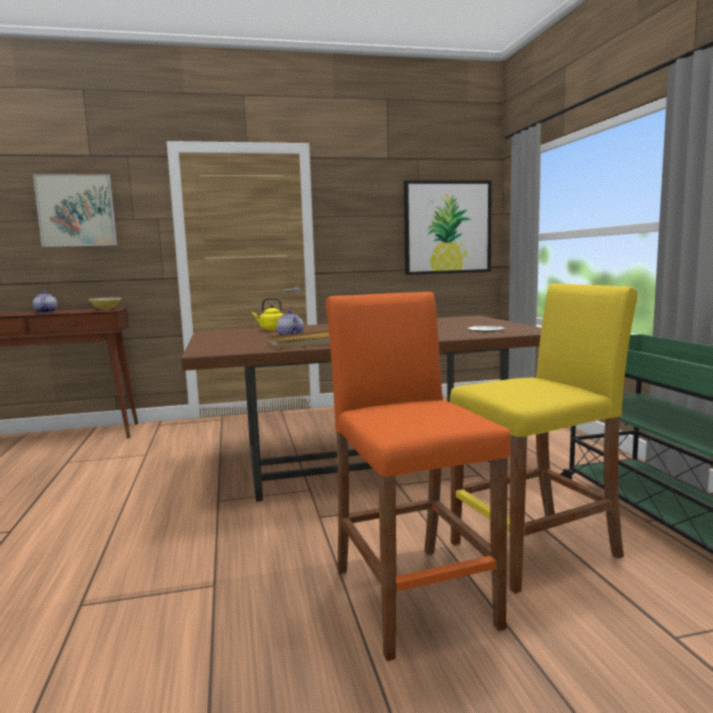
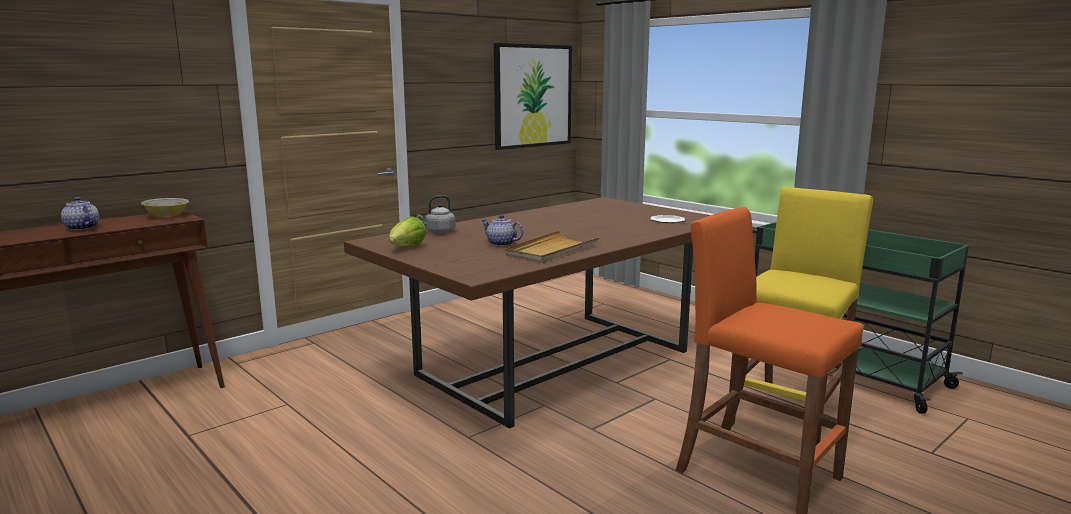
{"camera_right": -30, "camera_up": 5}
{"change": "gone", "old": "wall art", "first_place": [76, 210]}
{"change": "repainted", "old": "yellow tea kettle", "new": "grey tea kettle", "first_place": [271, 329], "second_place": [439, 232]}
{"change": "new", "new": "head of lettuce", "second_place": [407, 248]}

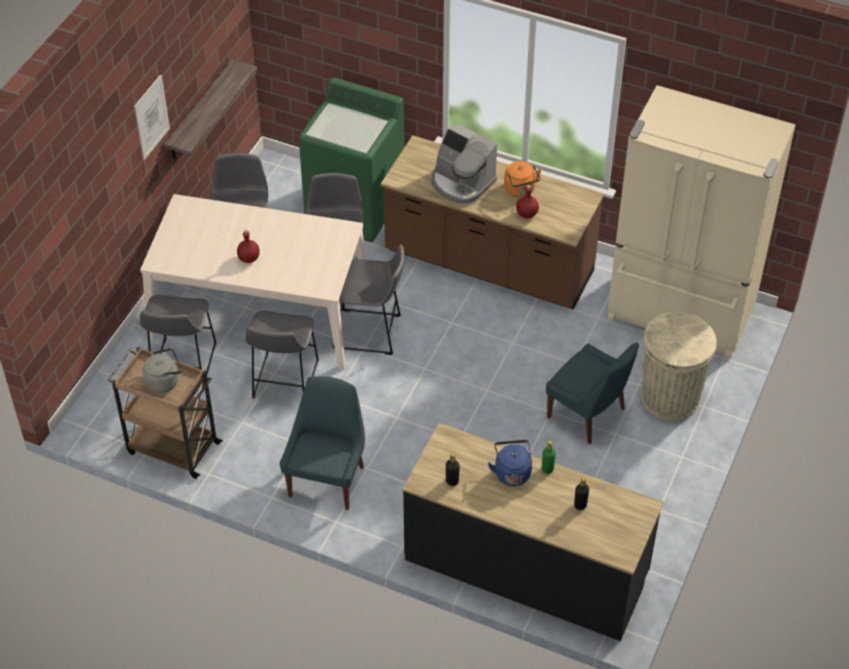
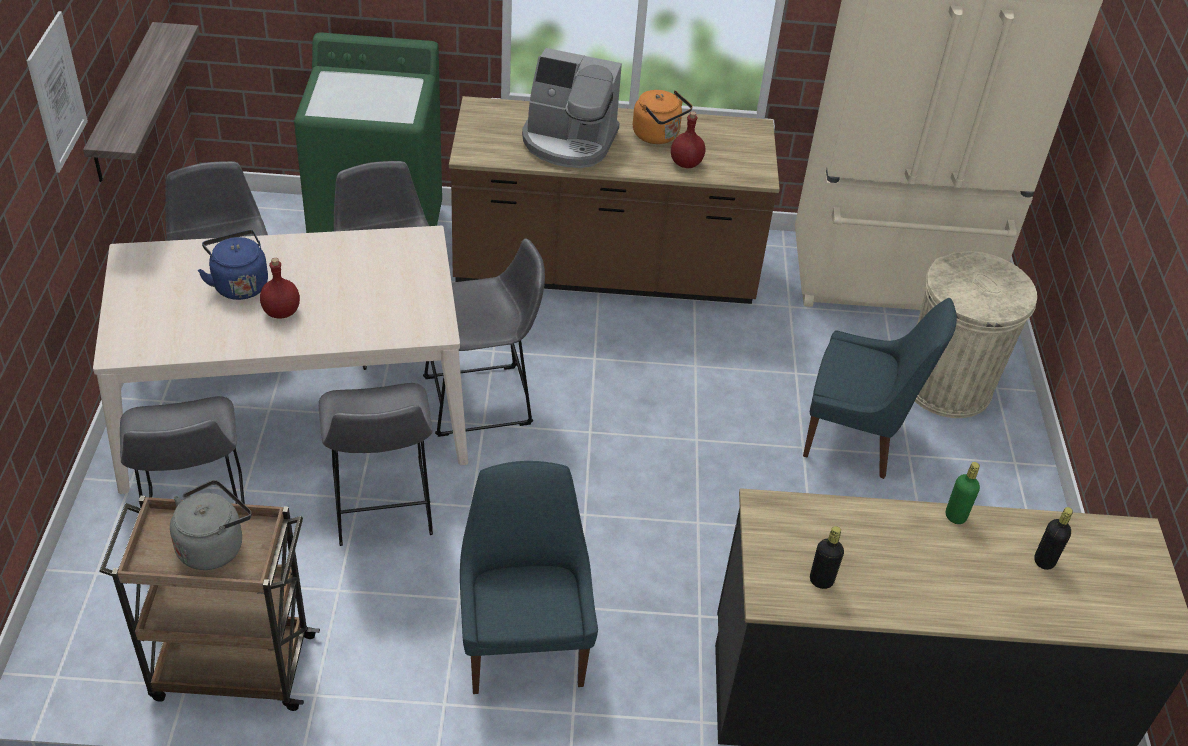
{"camera_right": -25, "camera_up": -5}
{"change": "shifted", "old": "blue-coloured tea kettle", "first_place": [512, 472], "second_place": [239, 284]}

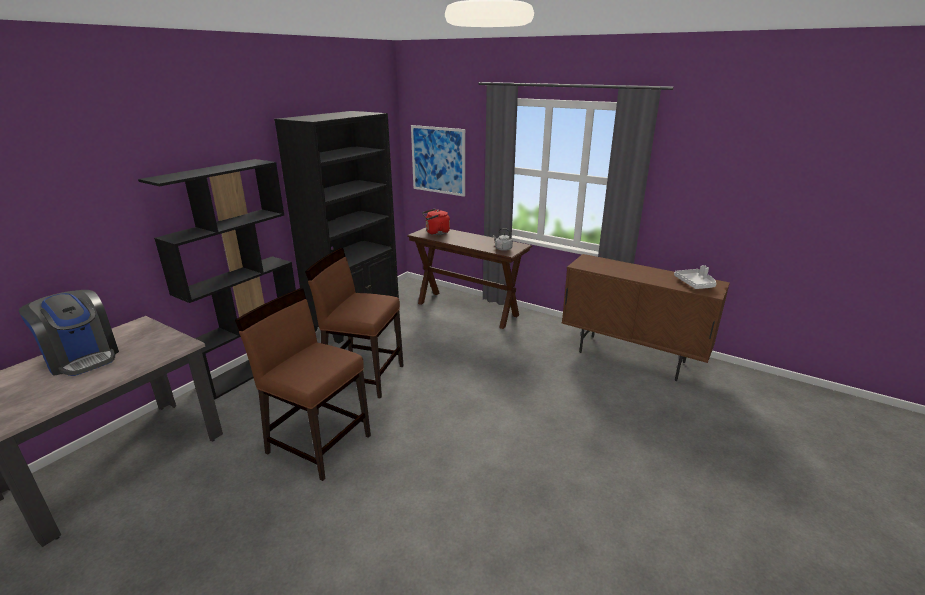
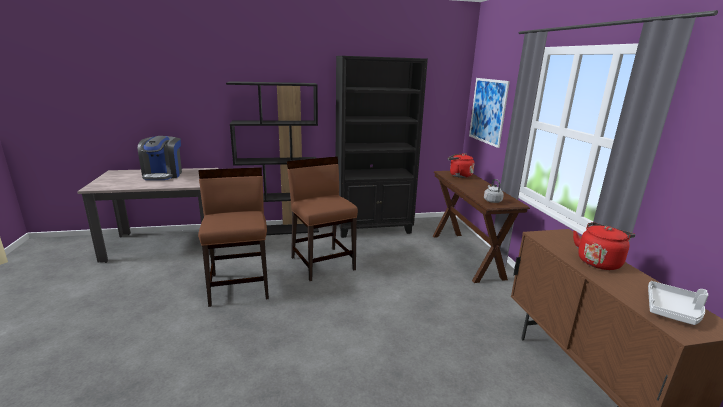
{"camera_right": 45, "camera_up": -5}
{"change": "new", "new": "red-coloured tea kettle", "second_place": [599, 261]}

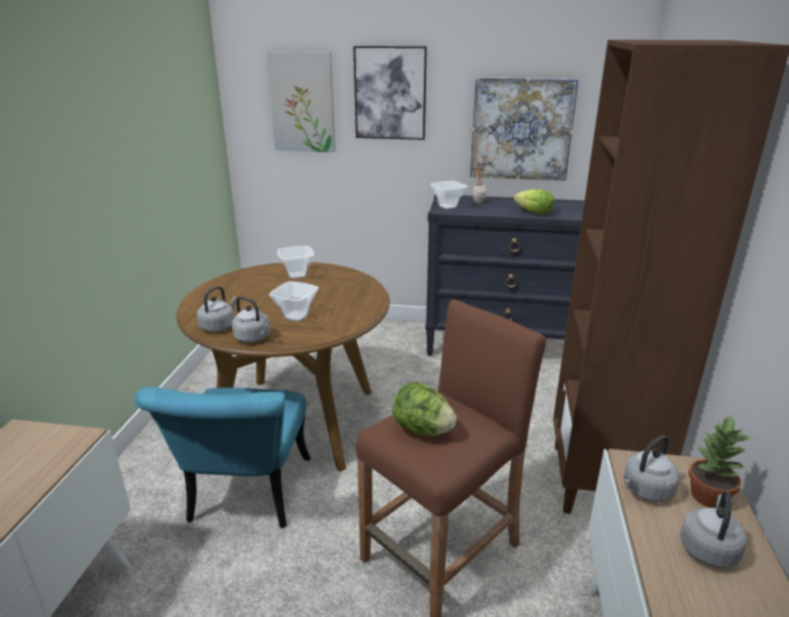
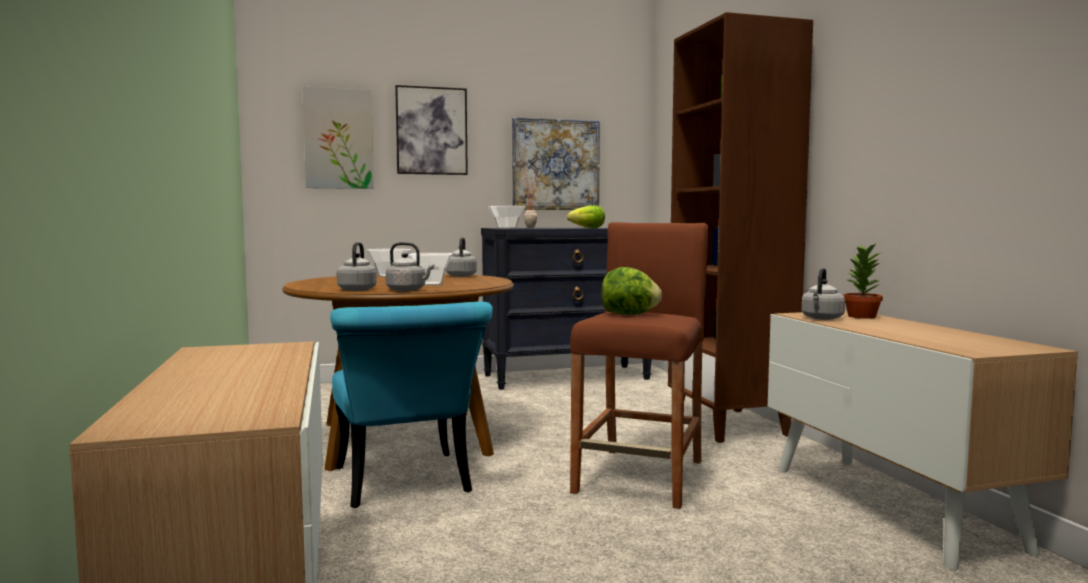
{"camera_right": -25, "camera_up": -20}
{"change": "shifted", "old": "grey tea kettle", "first_place": [708, 548], "second_place": [461, 275]}

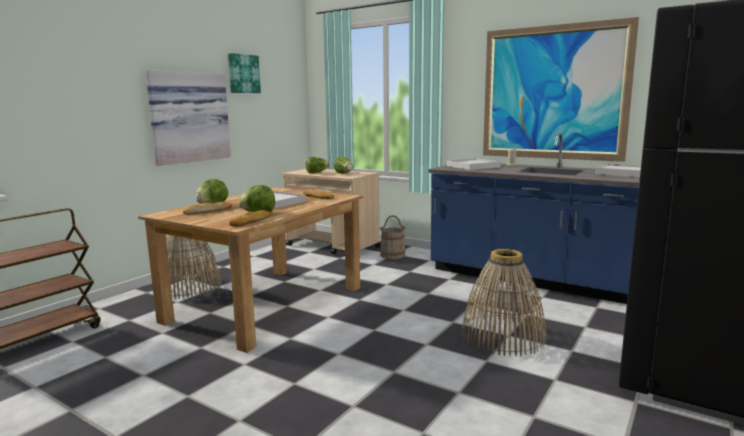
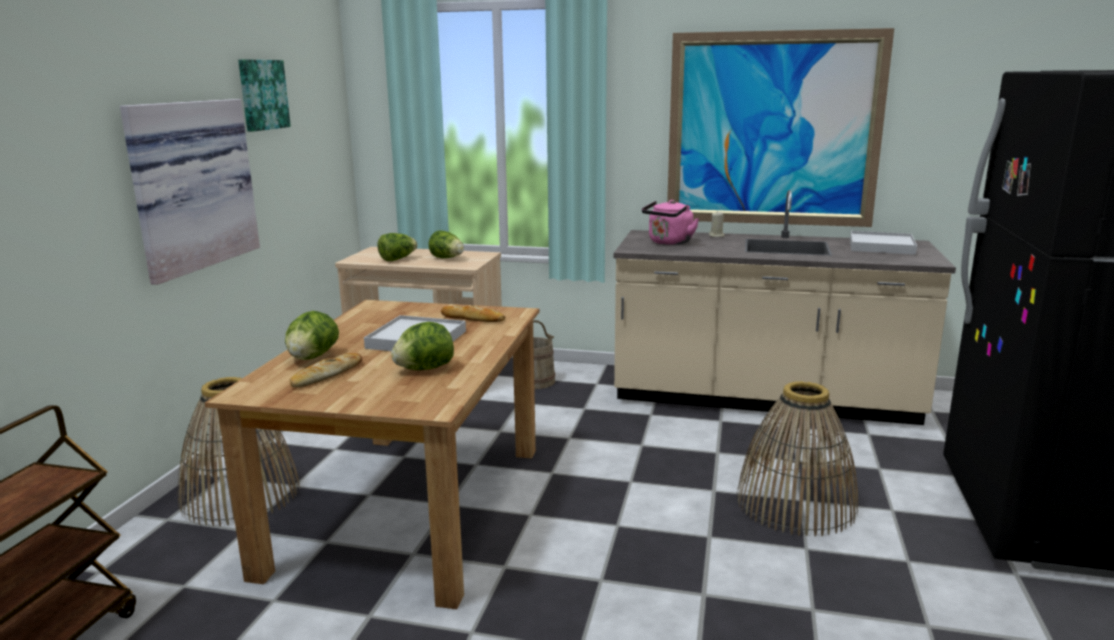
{"camera_right": -20, "camera_up": 5}
{"change": "repainted", "old": "blue-coloured counter", "new": "beige counter", "first_place": [536, 279], "second_place": [763, 398]}
{"change": "swapped", "old": "white tray", "new": "pinkish tea kettle", "first_place": [472, 166], "second_place": [669, 243]}
{"change": "gone", "old": "bakery bread", "first_place": [251, 221]}

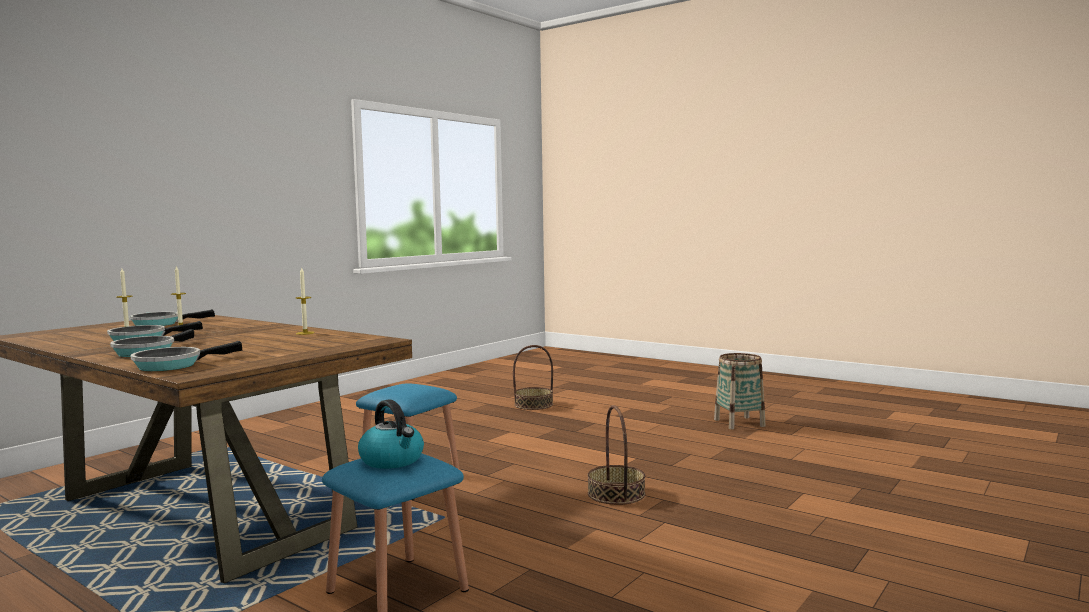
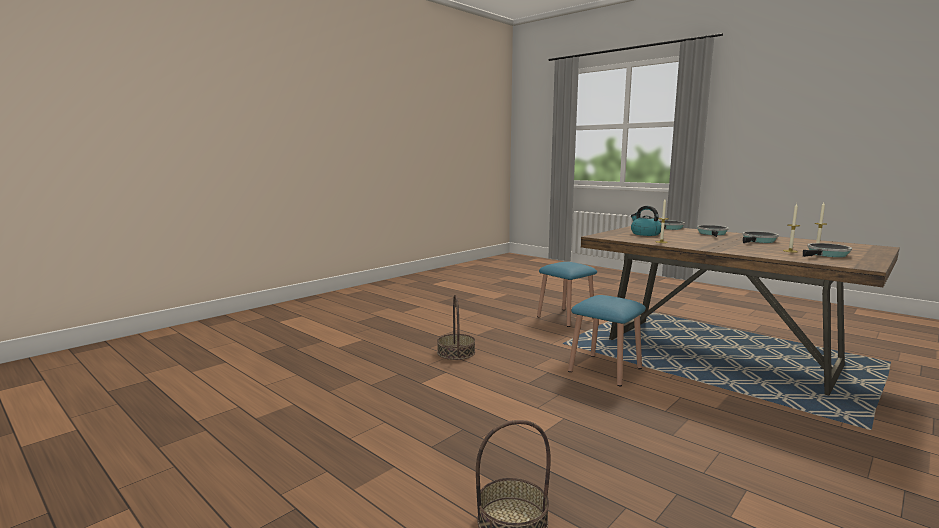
{"camera_right": -175, "camera_up": 5}
{"change": "gone", "old": "household basket", "first_place": [739, 423]}
{"change": "shifted", "old": "tea kettle", "first_place": [392, 460], "second_place": [645, 234]}

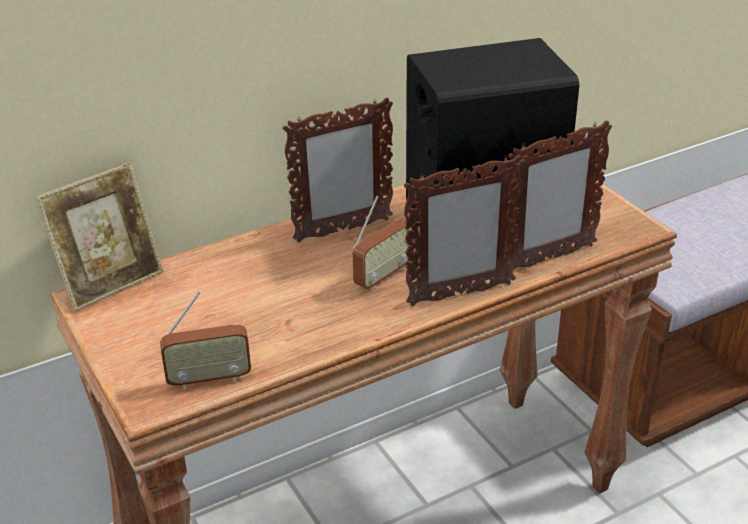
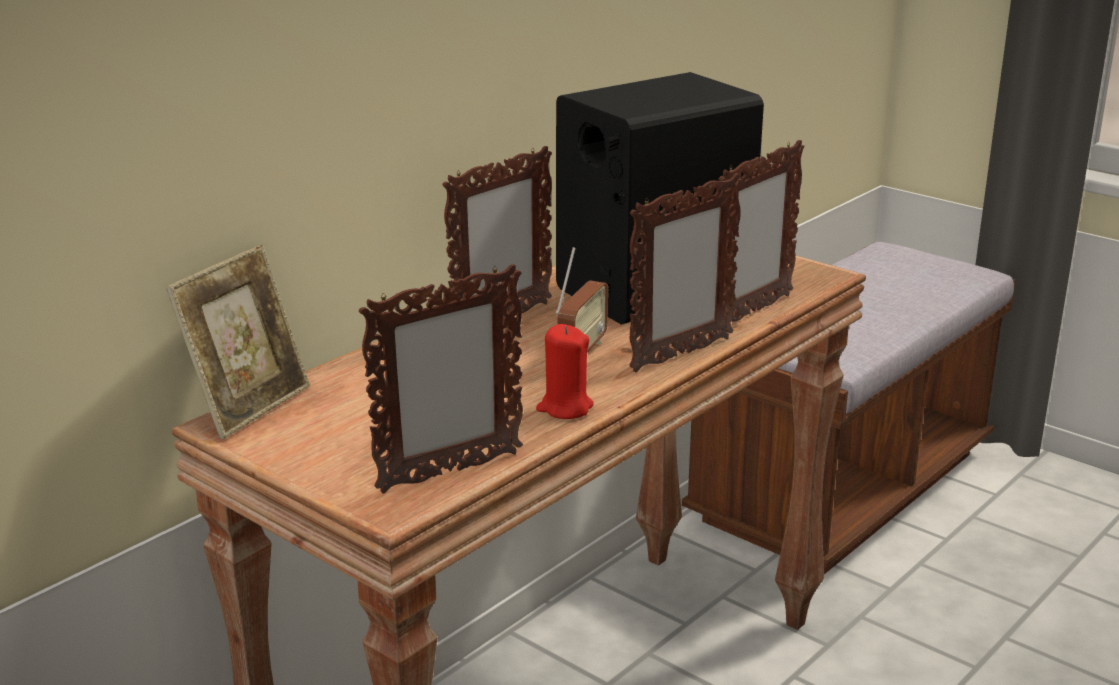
{"camera_right": -20, "camera_up": -10}
{"change": "swapped", "old": "radio receiver", "new": "photo frame", "first_place": [209, 379], "second_place": [448, 472]}
{"change": "new", "new": "red-coloured candle", "second_place": [564, 408]}

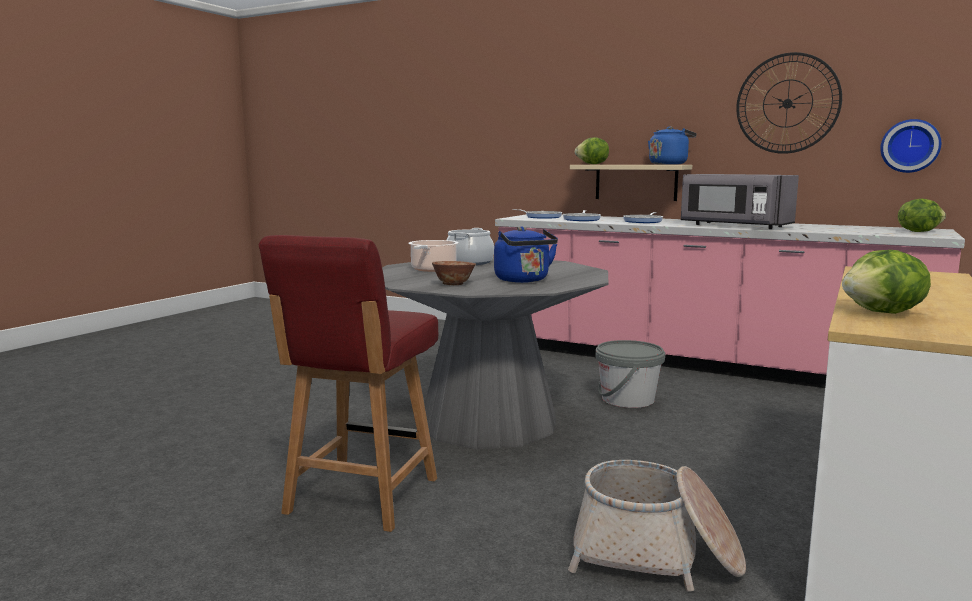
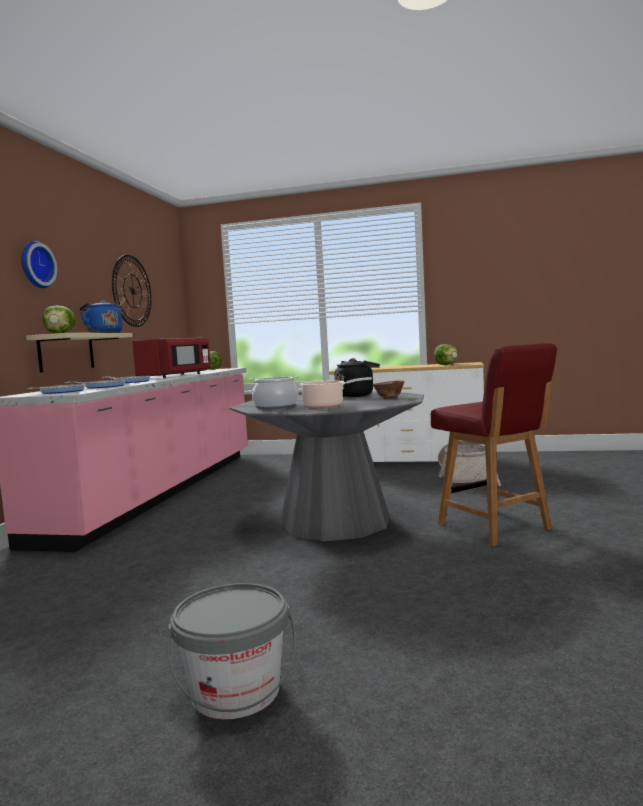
{"camera_right": -105, "camera_up": -5}
{"change": "shifted", "old": "hanging clock", "first_place": [910, 146], "second_place": [35, 265]}
{"change": "repainted", "old": "grey microwave oven", "new": "red-coloured microwave oven", "first_place": [733, 226], "second_place": [176, 376]}
{"change": "repainted", "old": "blue-coloured tea kettle", "new": "blackish tea kettle", "first_place": [524, 280], "second_place": [356, 395]}
{"change": "rotated", "old": "red-coloured chair", "first_place": [360, 497], "second_place": [495, 527], "degrees": 60}
{"change": "shifted", "old": "grey pail", "first_place": [627, 399], "second_place": [236, 692]}

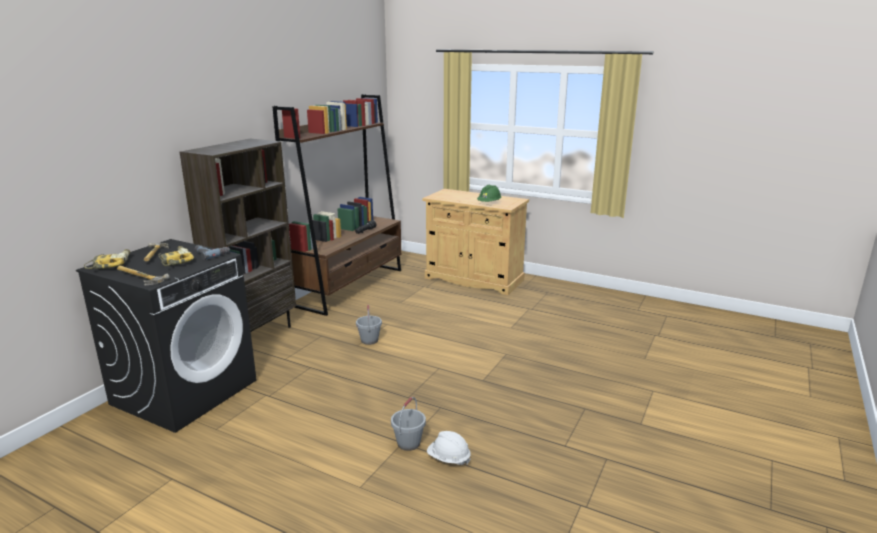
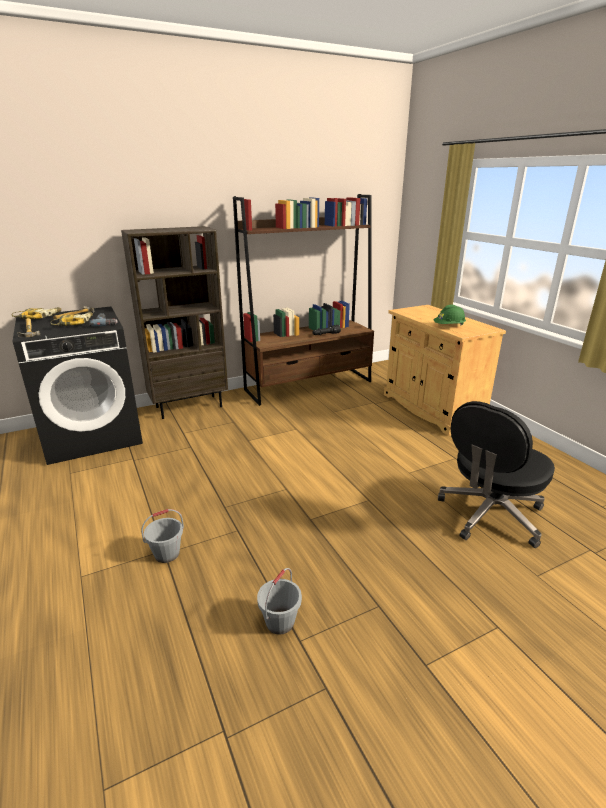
{"camera_right": 35, "camera_up": 5}
{"change": "shifted", "old": "grey pail", "first_place": [369, 340], "second_place": [280, 622]}
{"change": "gone", "old": "white hard hat", "first_place": [448, 459]}
{"change": "new", "new": "blackish office chair", "second_place": [490, 515]}

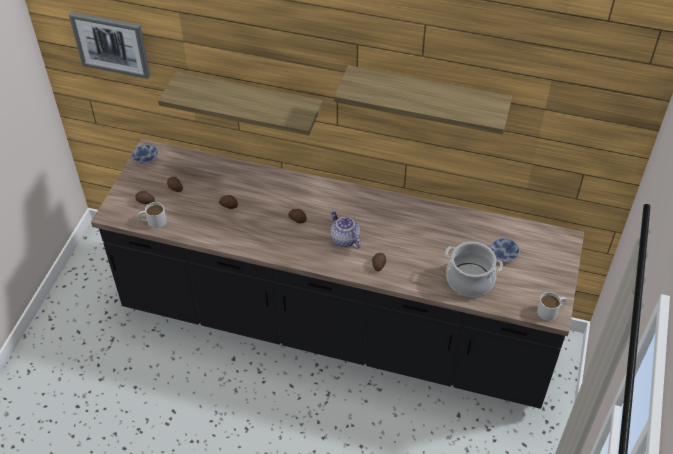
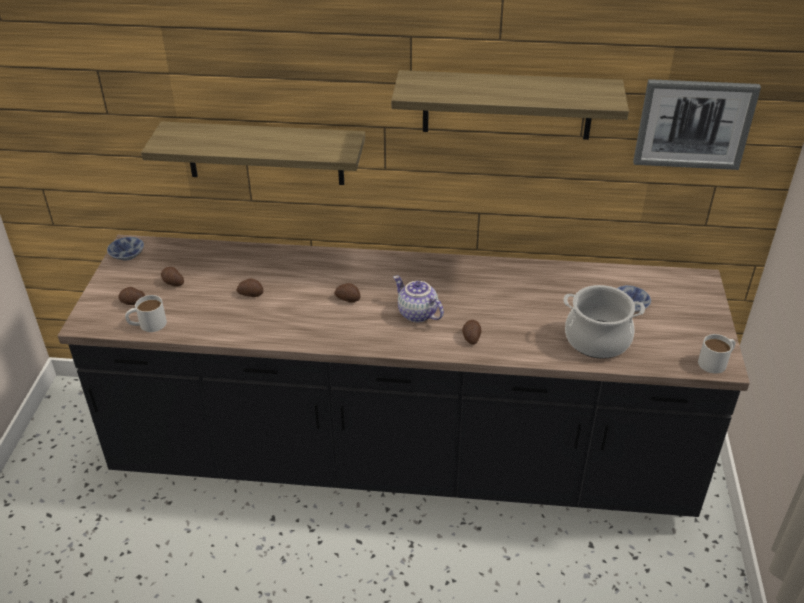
{"camera_right": -10, "camera_up": -10}
{"change": "shifted", "old": "wall art", "first_place": [111, 44], "second_place": [694, 123]}

